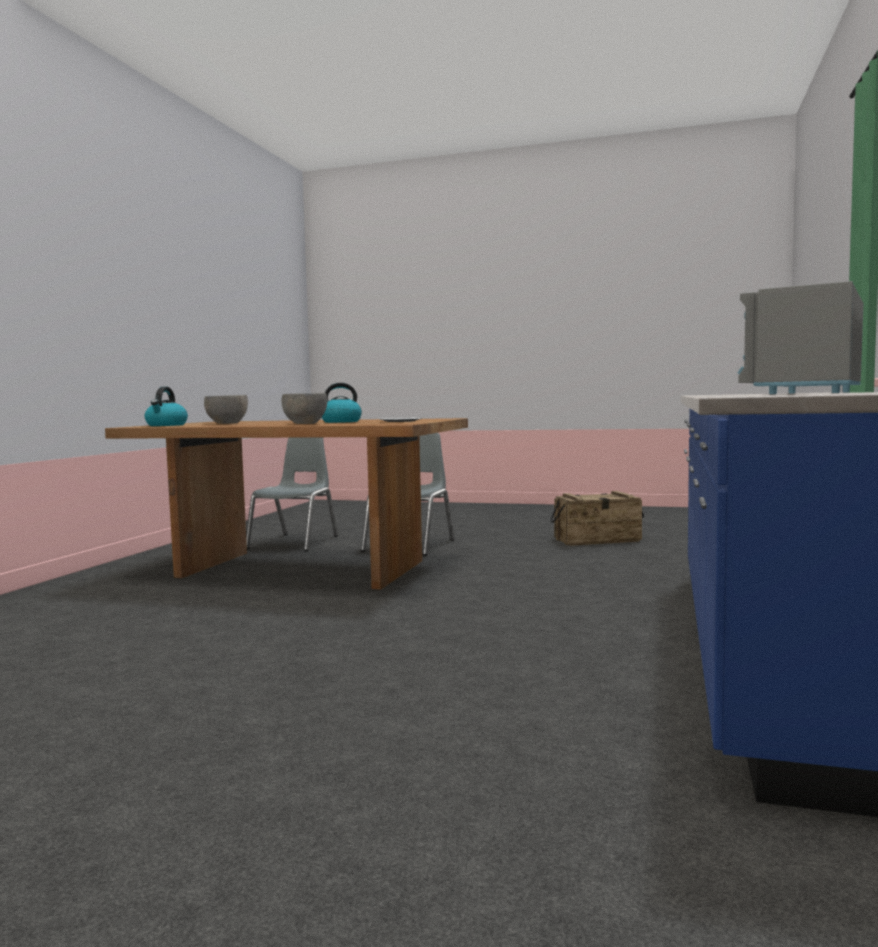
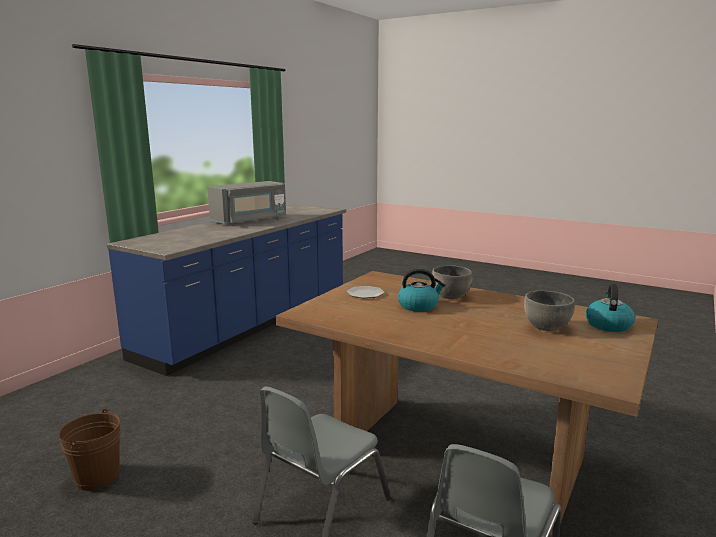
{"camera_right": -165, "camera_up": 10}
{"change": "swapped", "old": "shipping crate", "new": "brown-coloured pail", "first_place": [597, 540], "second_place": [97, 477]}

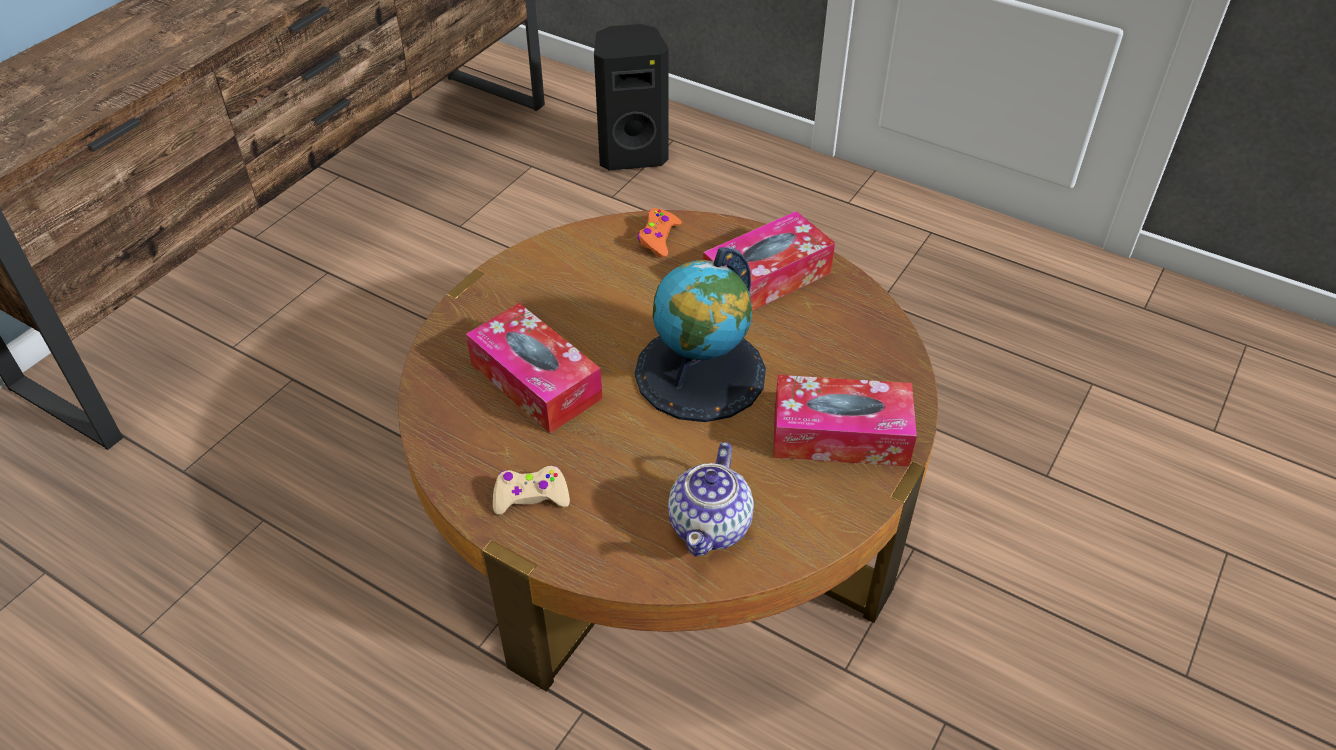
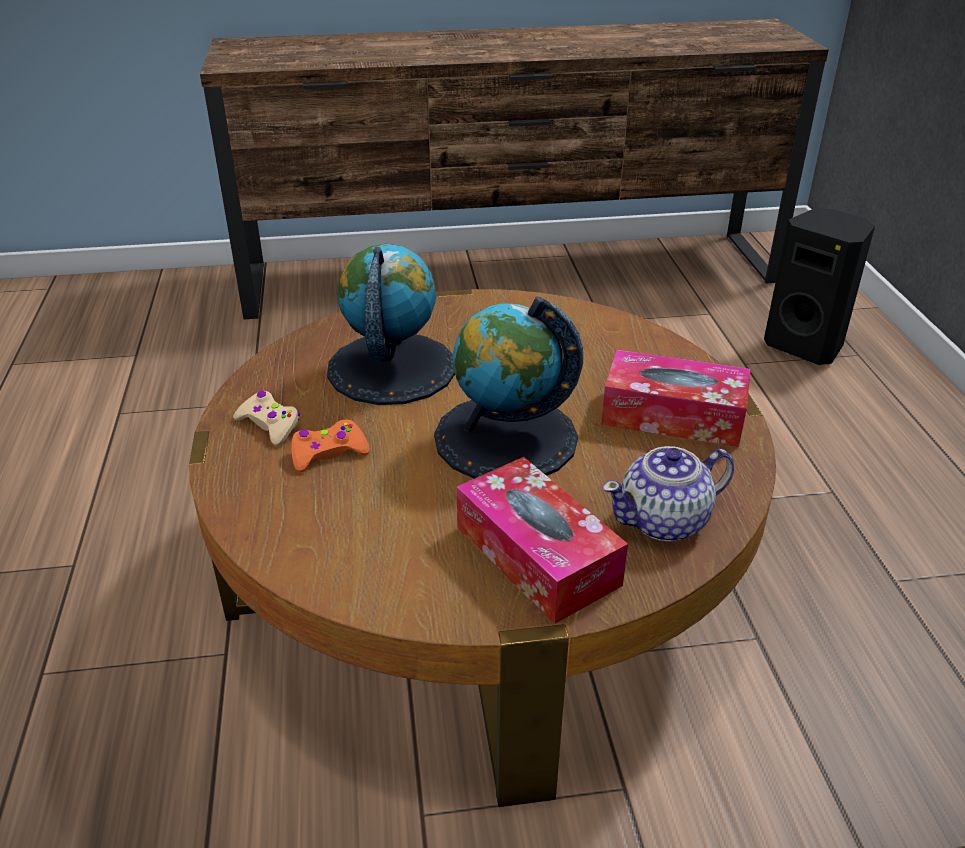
{"camera_right": 50, "camera_up": -10}
{"change": "shifted", "old": "orange gamepad", "first_place": [658, 238], "second_place": [328, 453]}
{"change": "swapped", "old": "box of tissues", "new": "world globe", "first_place": [536, 381], "second_place": [391, 368]}
{"change": "shifted", "old": "teapot", "first_place": [711, 525], "second_place": [665, 521]}

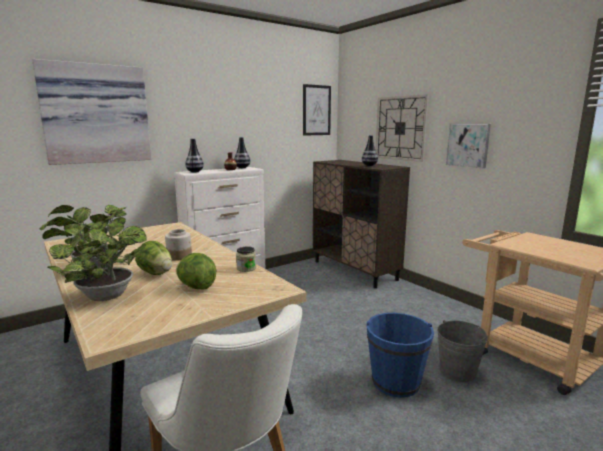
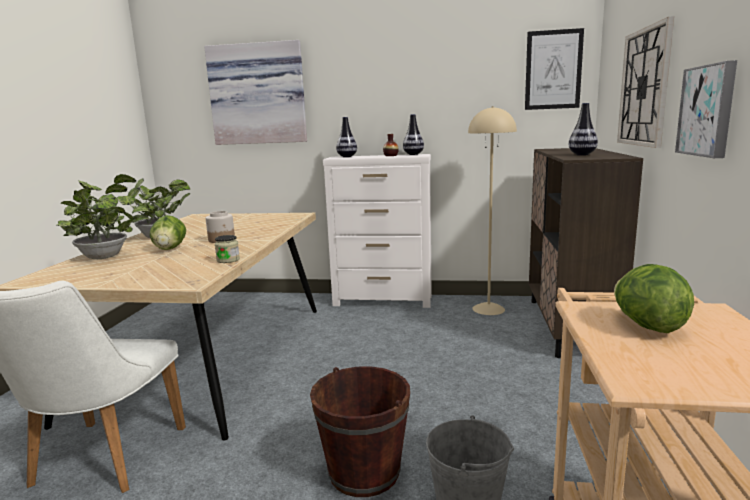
{"camera_right": 45, "camera_up": 0}
{"change": "shifted", "old": "head of lettuce", "first_place": [196, 287], "second_place": [647, 325]}
{"change": "repainted", "old": "blue-coloured pail", "new": "brown-coloured pail", "first_place": [396, 382], "second_place": [364, 472]}
{"change": "new", "new": "beige floor lamp", "second_place": [488, 309]}

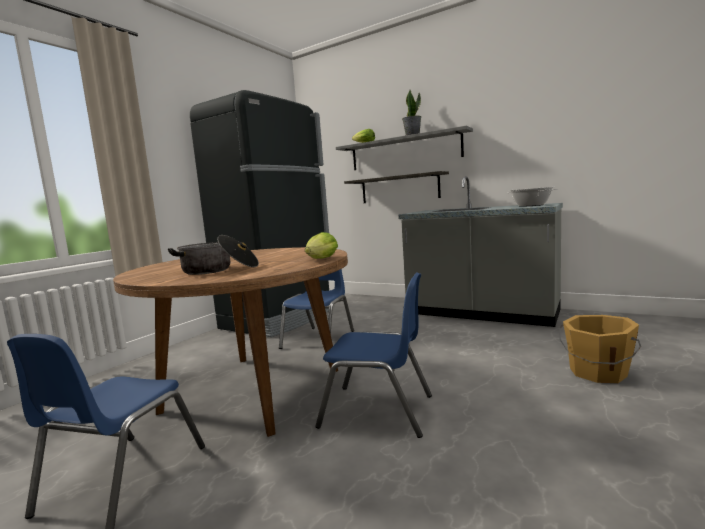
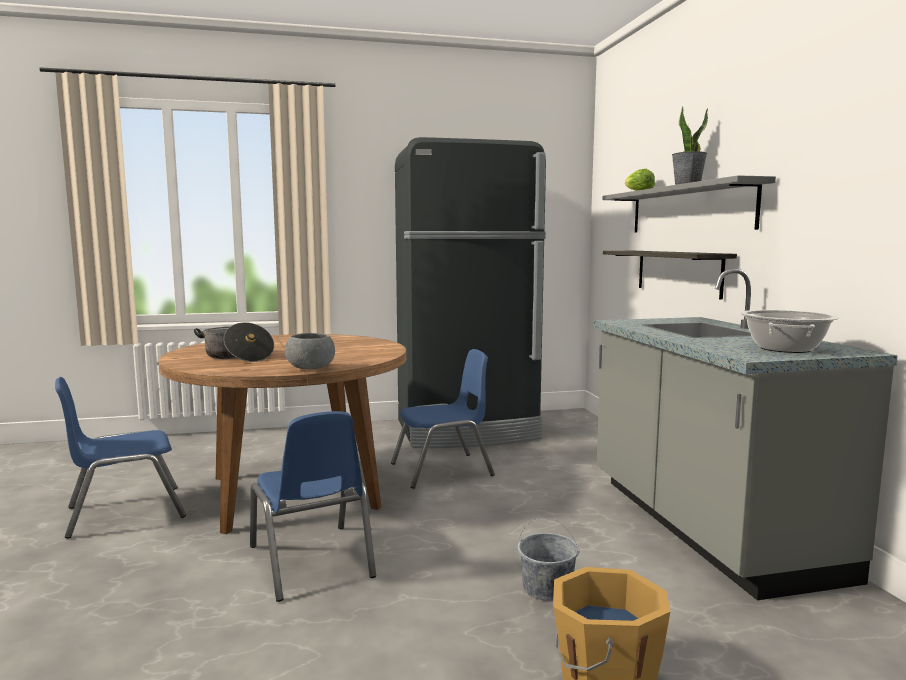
{"camera_right": 45, "camera_up": 0}
{"change": "swapped", "old": "head of lettuce", "new": "grey deep dish", "first_place": [321, 259], "second_place": [311, 368]}
{"change": "new", "new": "grey pail", "second_place": [547, 588]}

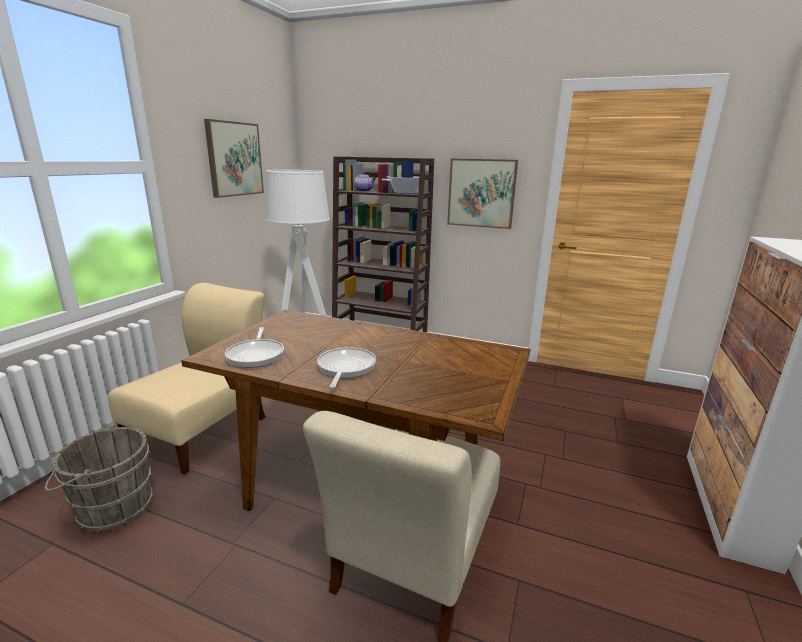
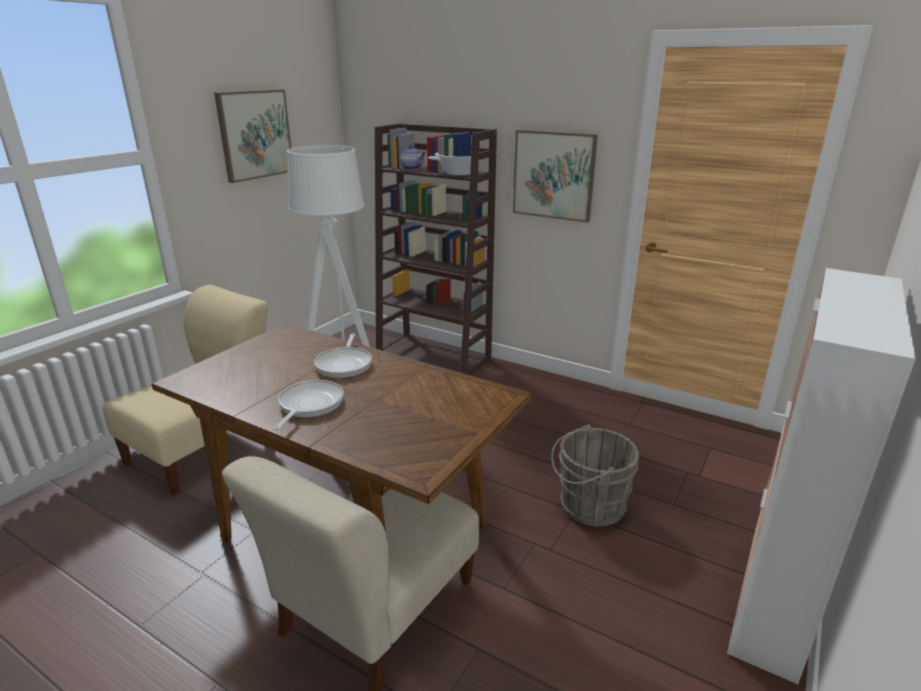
{"camera_right": 10, "camera_up": 5}
{"change": "shifted", "old": "pan", "first_place": [256, 355], "second_place": [345, 364]}
{"change": "shifted", "old": "grey pail", "first_place": [111, 508], "second_place": [588, 505]}

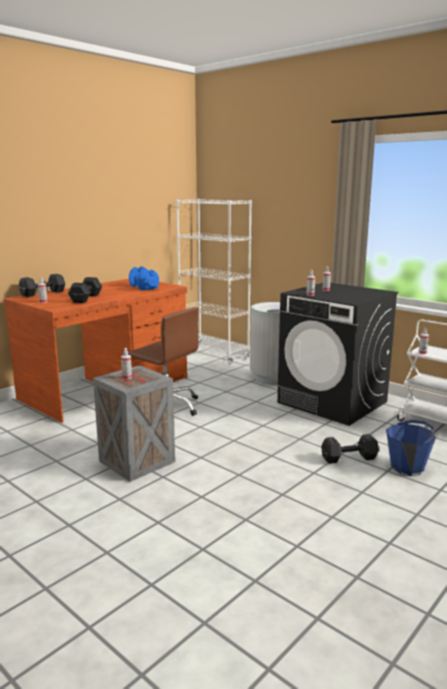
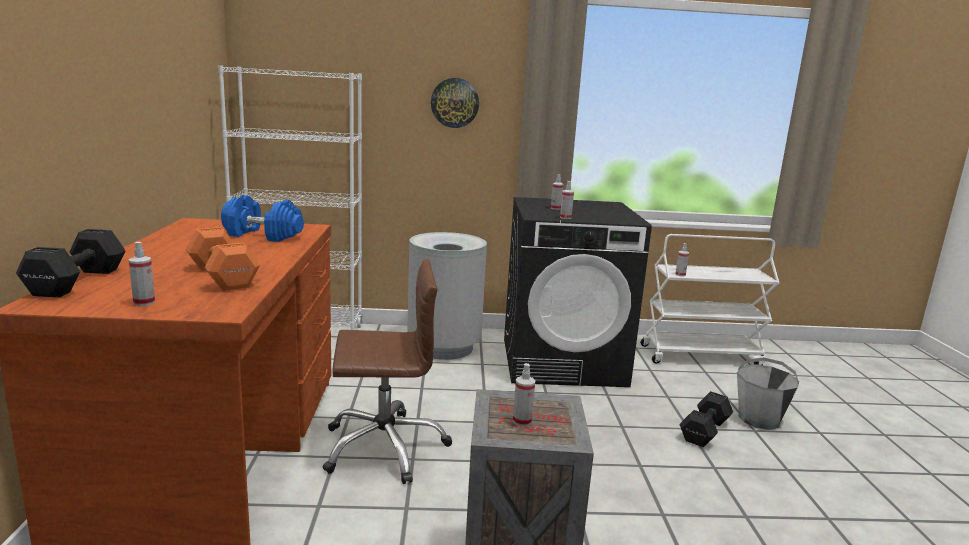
{"camera_right": -45, "camera_up": 0}
{"change": "repainted", "old": "blackish free weight", "new": "orange free weight", "first_place": [86, 298], "second_place": [223, 276]}
{"change": "repainted", "old": "blue-coloured pail", "new": "grey pail", "first_place": [407, 468], "second_place": [759, 419]}
{"change": "new", "new": "hanging clock", "second_place": [455, 103]}

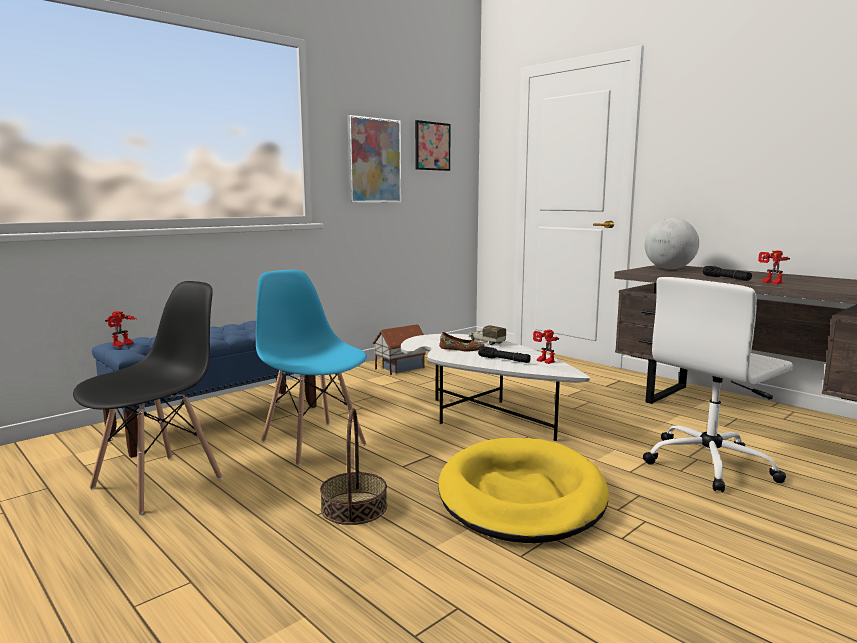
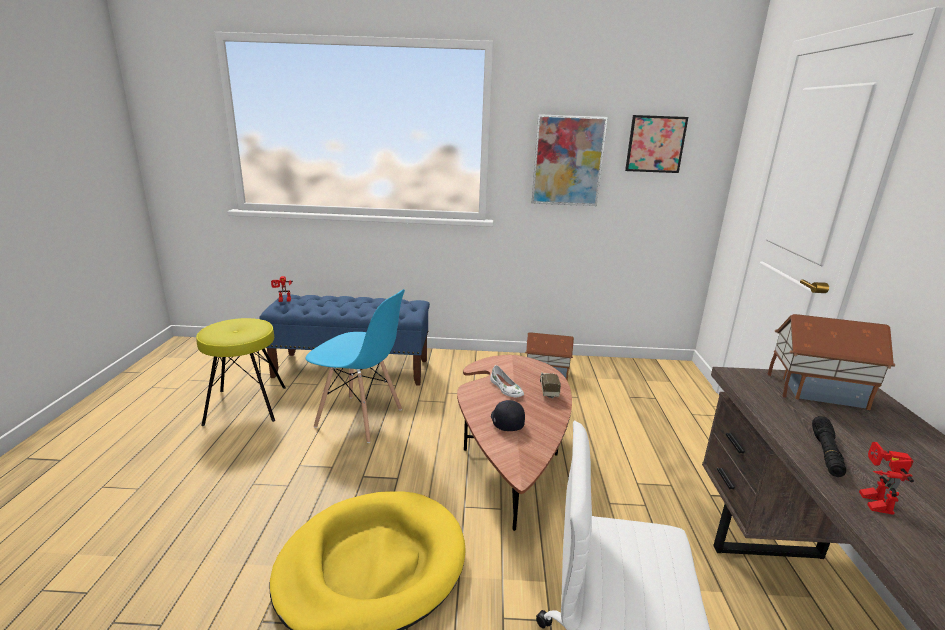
{"camera_right": 45, "camera_up": 10}
{"change": "swapped", "old": "world globe", "new": "miniature house", "first_place": [669, 269], "second_place": [815, 390]}
{"change": "rotated", "old": "blue-coloured chair", "first_place": [313, 442], "second_place": [360, 418], "degrees": 105}
{"change": "swapped", "old": "blackish chair", "new": "yellow stool", "first_place": [159, 483], "second_place": [246, 405]}
{"change": "gone", "old": "robot figure", "first_place": [543, 361]}
{"change": "repainted", "old": "brown-coloured item of footwear", "new": "white item of footwear", "first_place": [461, 349], "second_place": [505, 389]}
{"change": "repainted", "old": "white low table", "new": "brown-coloured low table", "first_place": [481, 414], "second_place": [511, 459]}
{"change": "swapped", "old": "blackish flashlight", "new": "blackish cap", "first_place": [504, 360], "second_place": [506, 421]}
{"change": "gone", "old": "household basket", "first_place": [354, 507]}

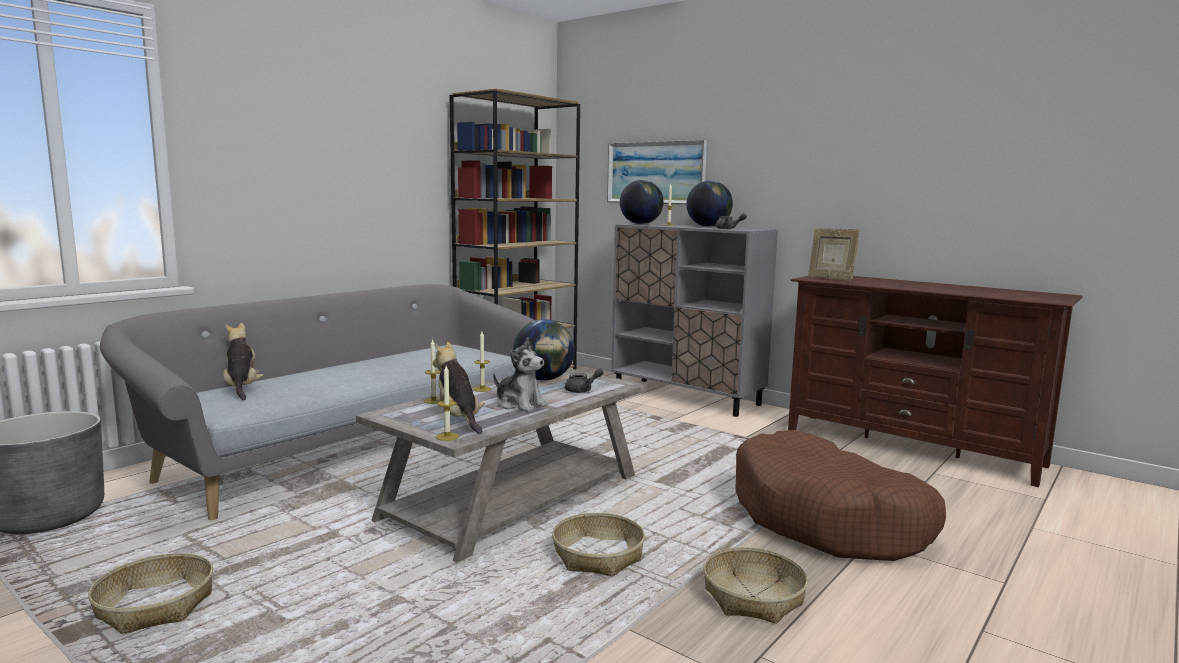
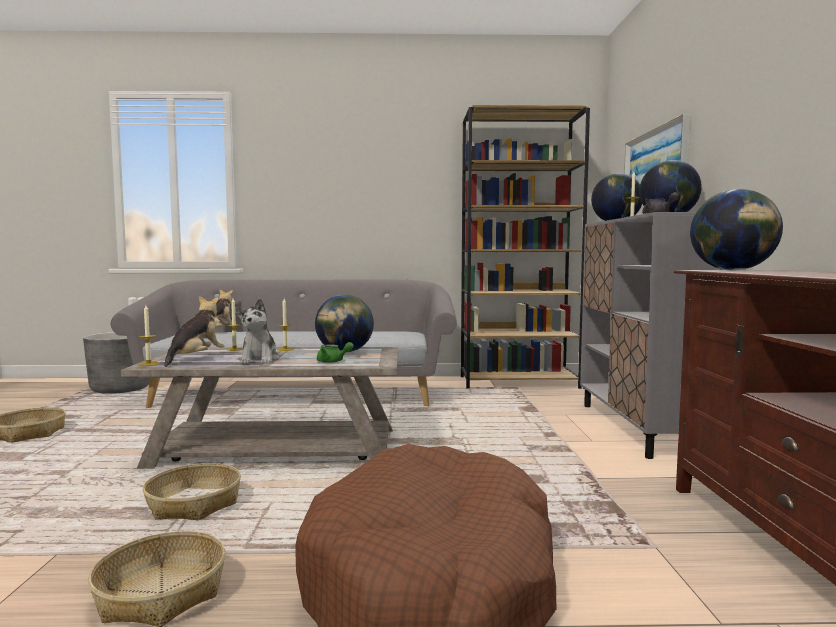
{"camera_right": 50, "camera_up": -5}
{"change": "swapped", "old": "photo frame", "new": "world globe", "first_place": [830, 279], "second_place": [733, 270]}
{"change": "repainted", "old": "grey teapot", "new": "green teapot", "first_place": [582, 390], "second_place": [333, 361]}

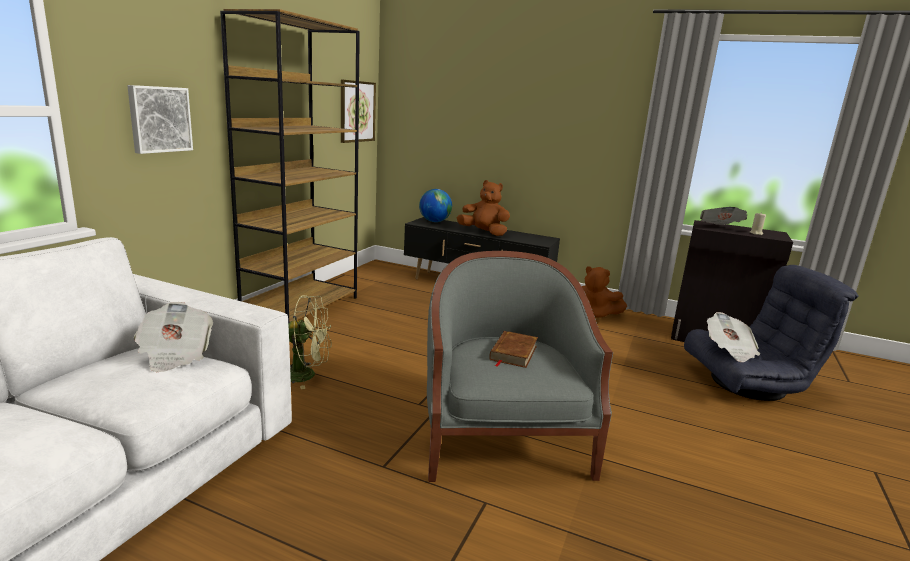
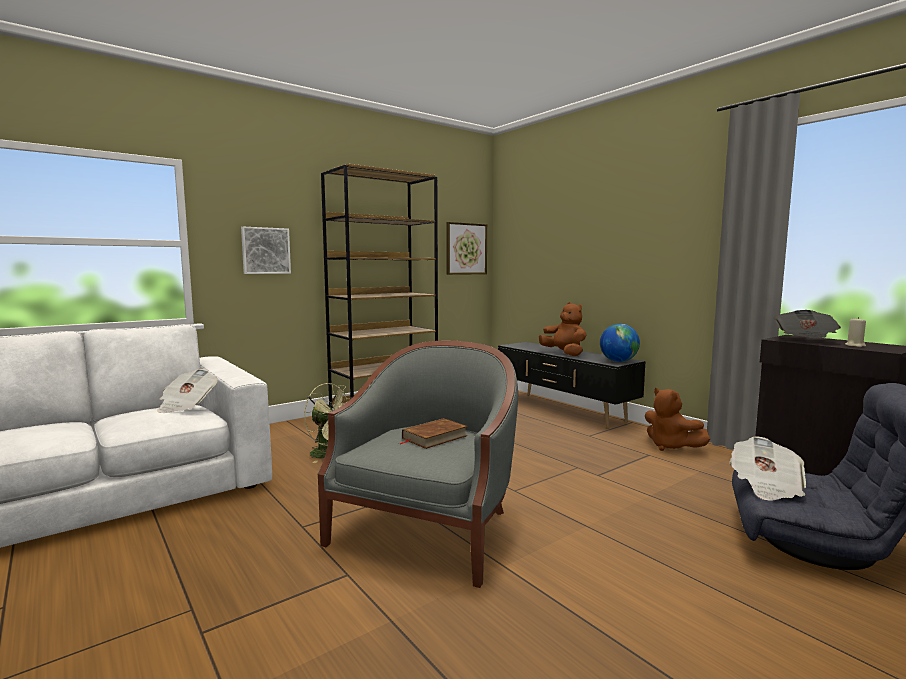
{"camera_right": 30, "camera_up": -10}
{"change": "shifted", "old": "world globe", "first_place": [434, 221], "second_place": [618, 361]}

